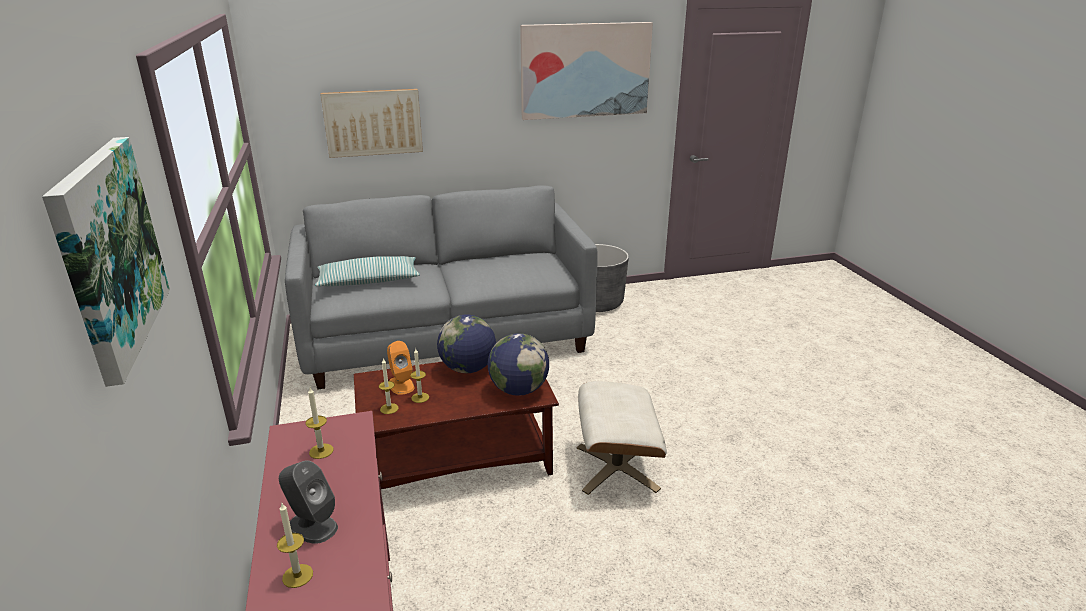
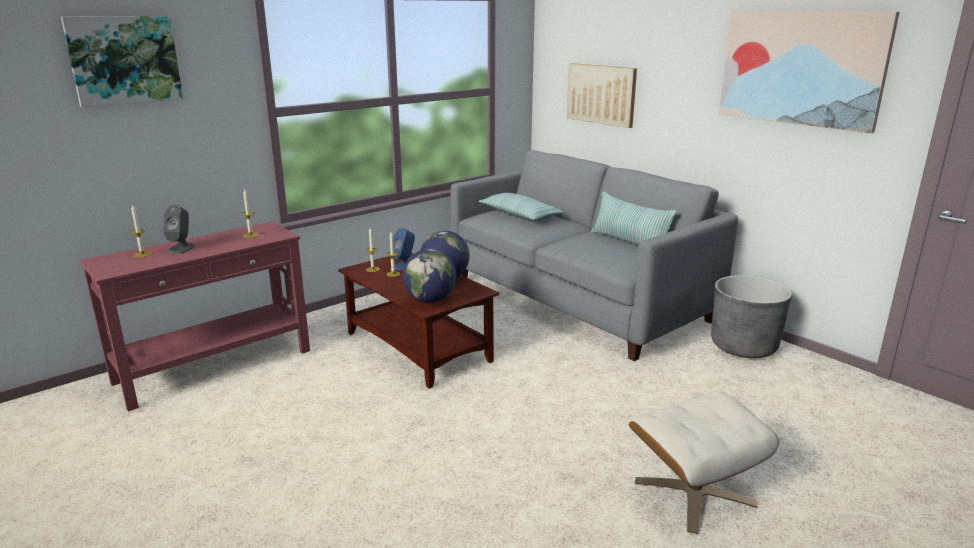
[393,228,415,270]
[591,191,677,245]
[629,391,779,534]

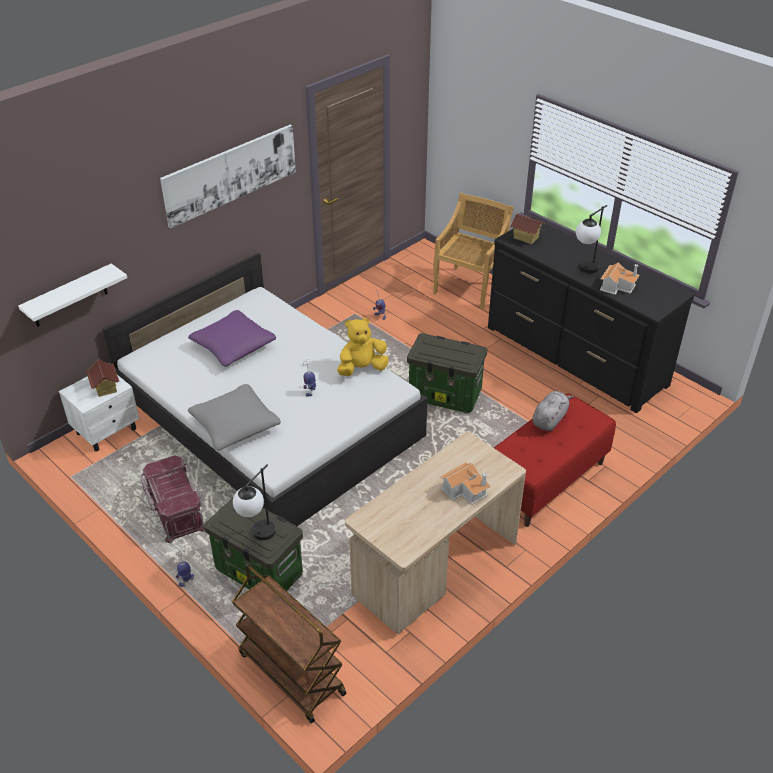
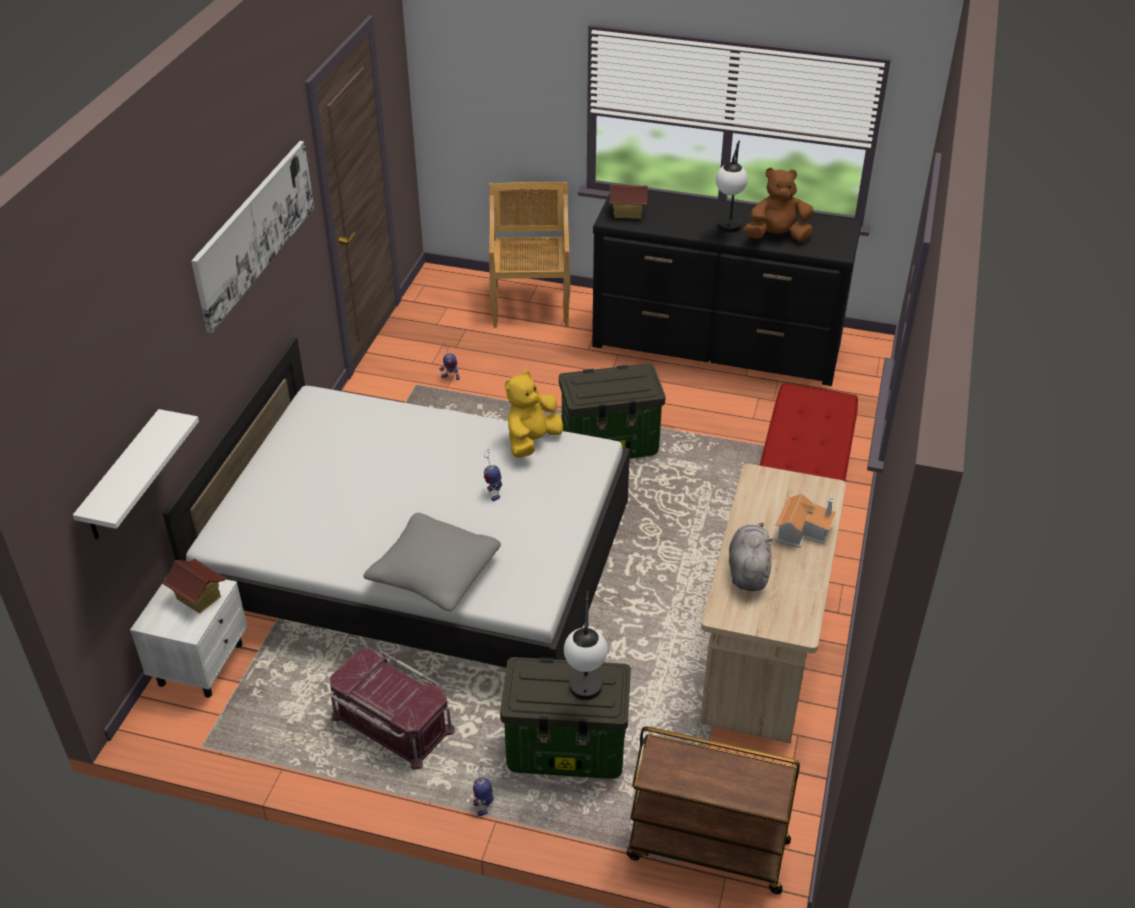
[729,523,773,591]
[744,168,814,242]
[188,310,276,367] (first image)

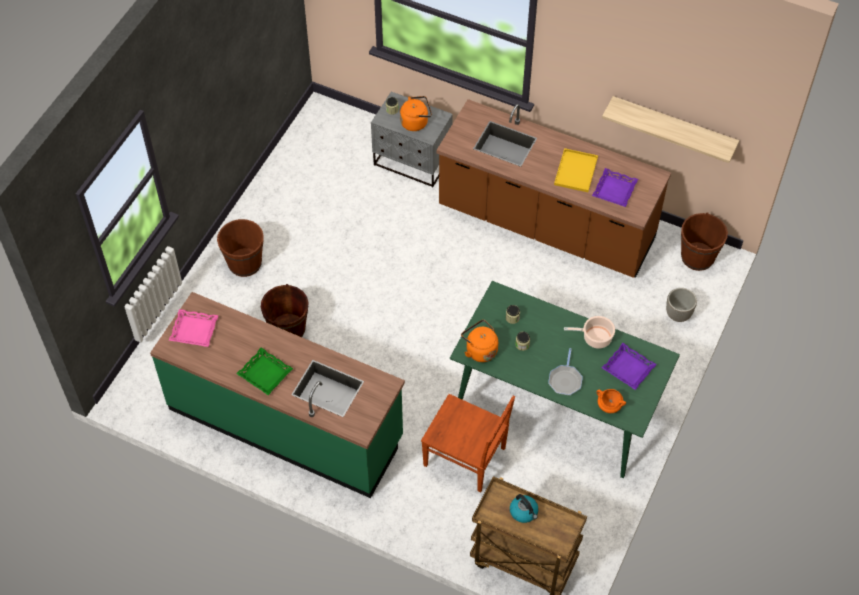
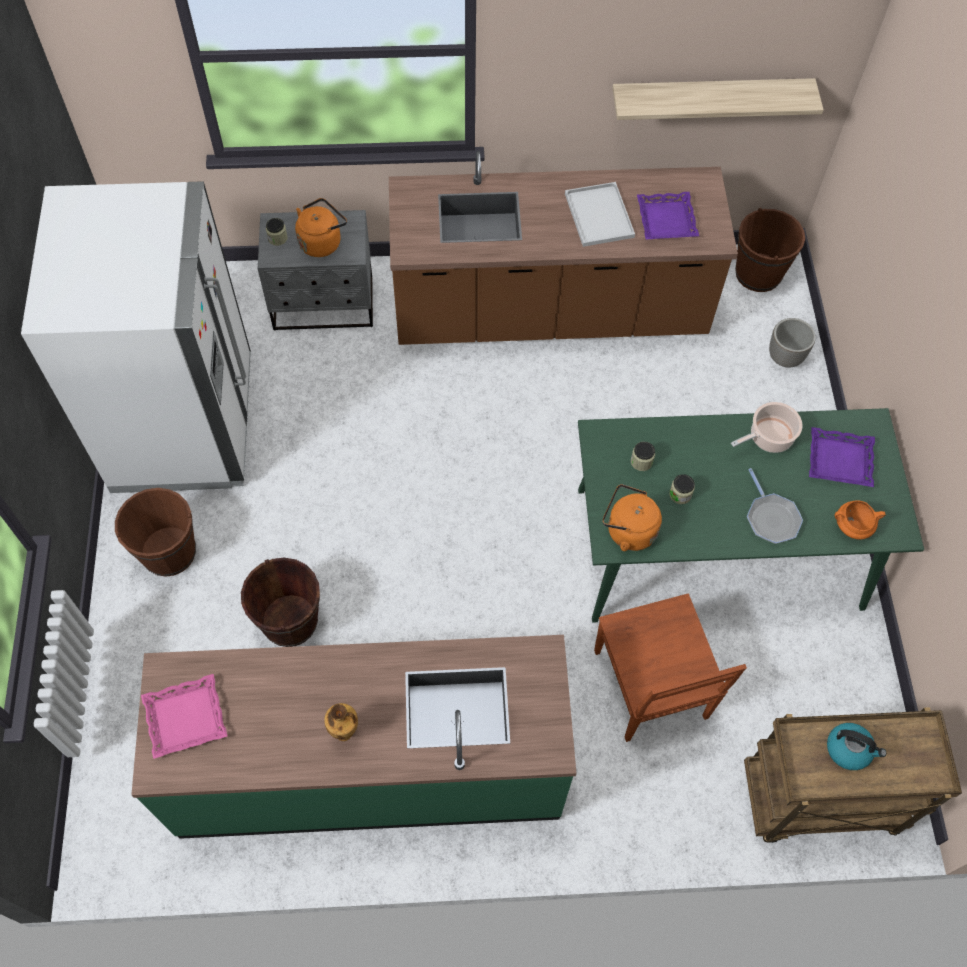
[21,181,251,493]
[324,703,358,741]
[565,182,635,247]
[594,594,747,742]

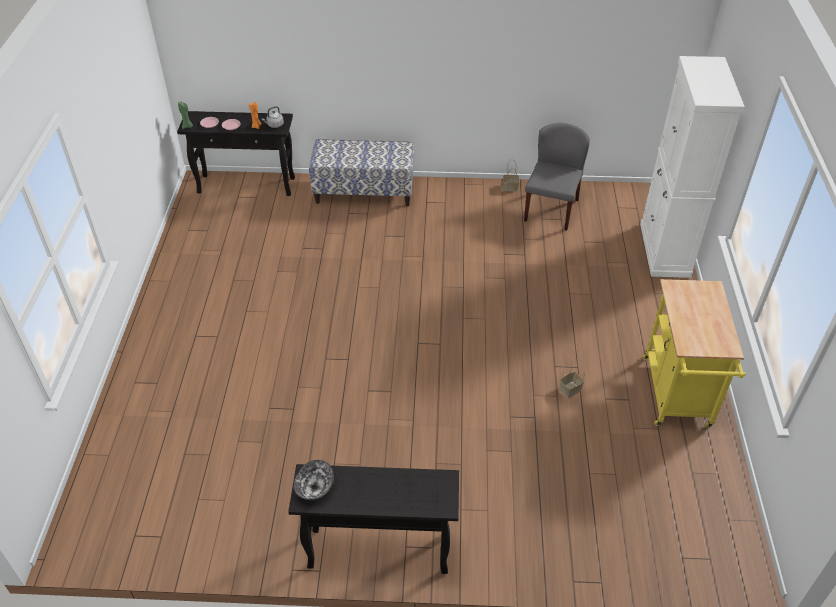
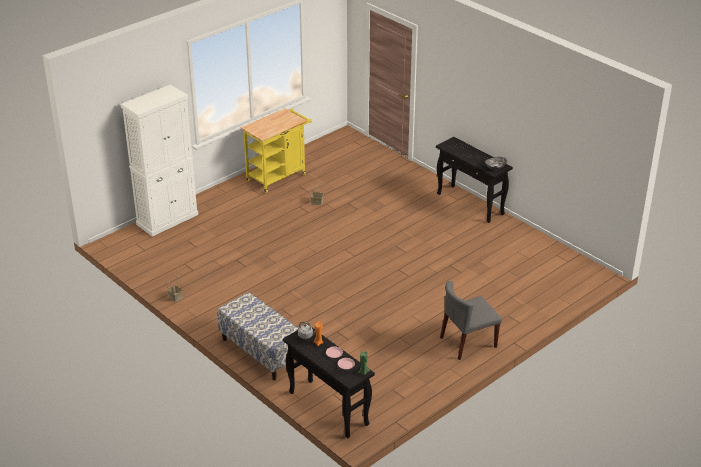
[440,281,502,360]

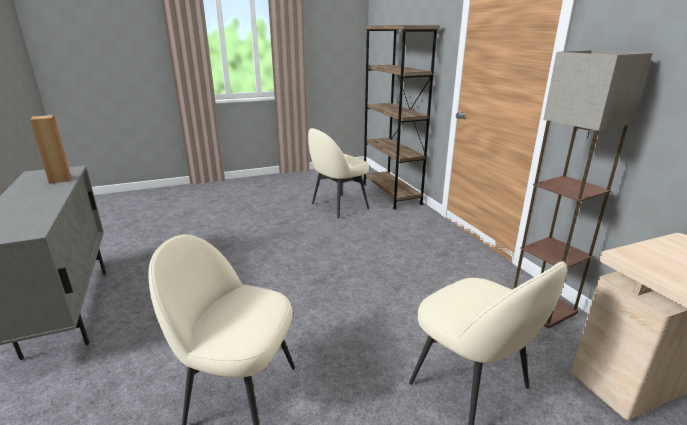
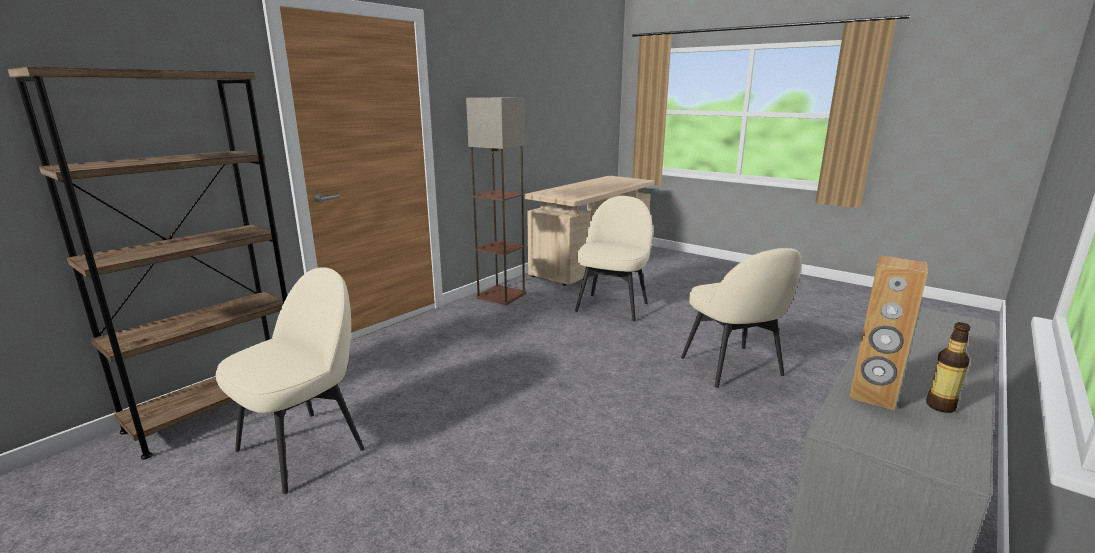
[216,267,364,494]
[926,322,970,413]

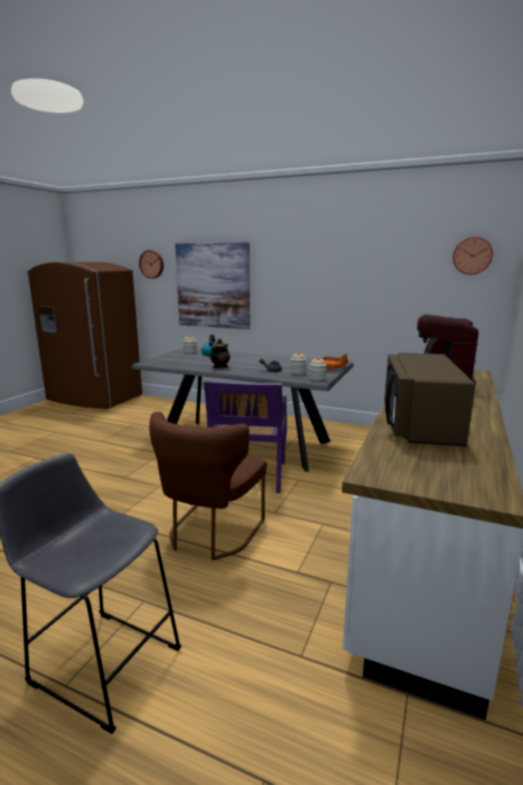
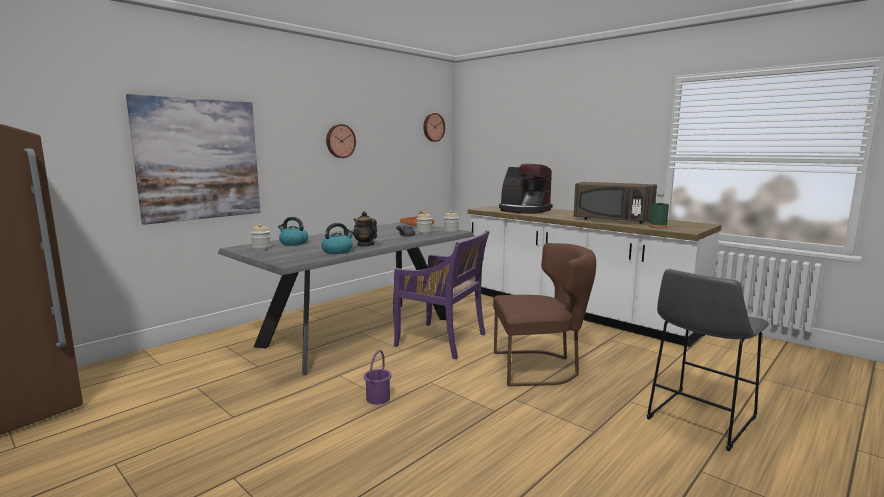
[321,223,354,254]
[326,124,356,158]
[364,350,392,405]
[493,243,596,386]
[649,194,669,229]

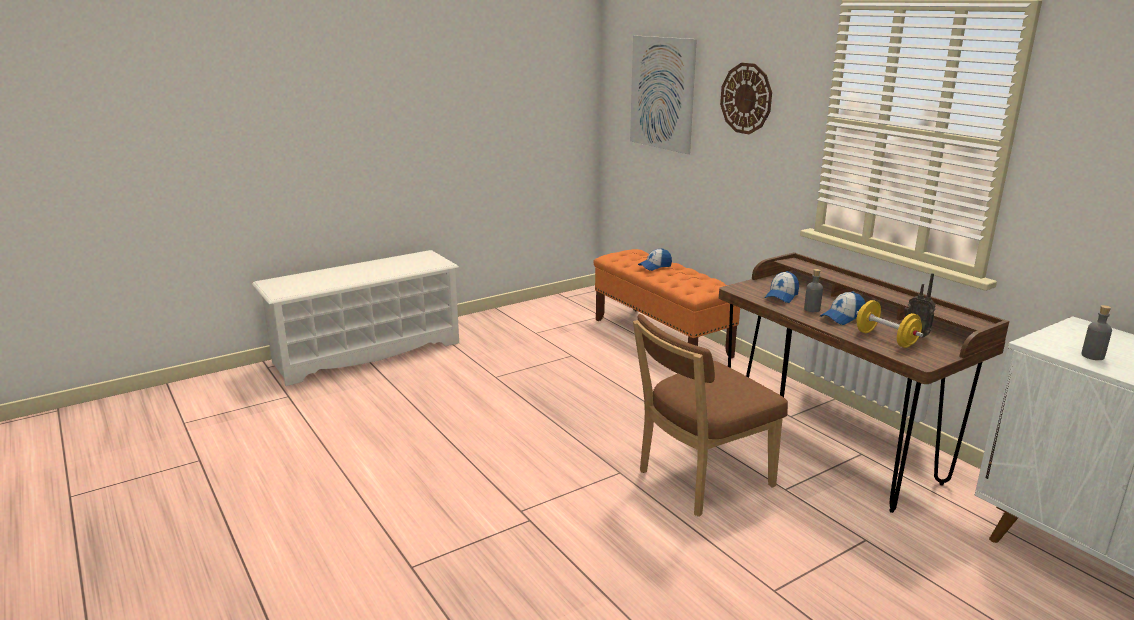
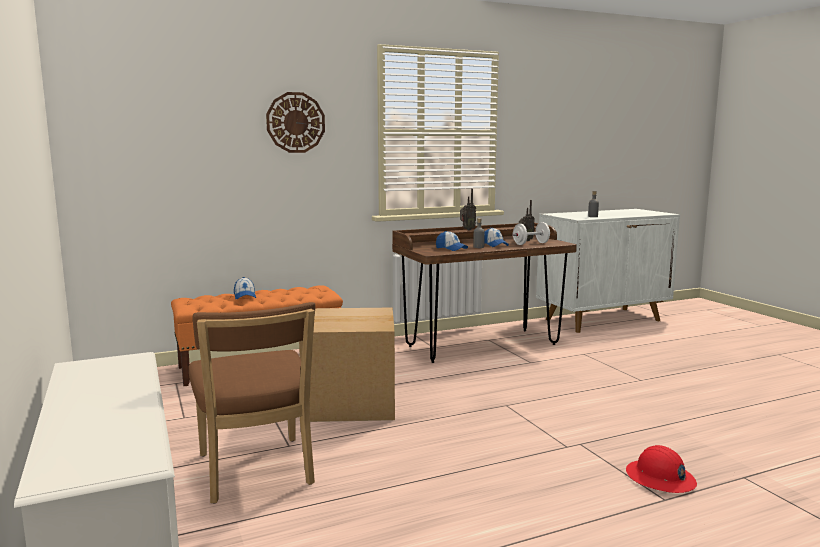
[189,302,316,503]
[299,308,395,422]
[460,189,476,230]
[512,222,550,245]
[626,445,697,493]
[630,36,697,154] (first image)

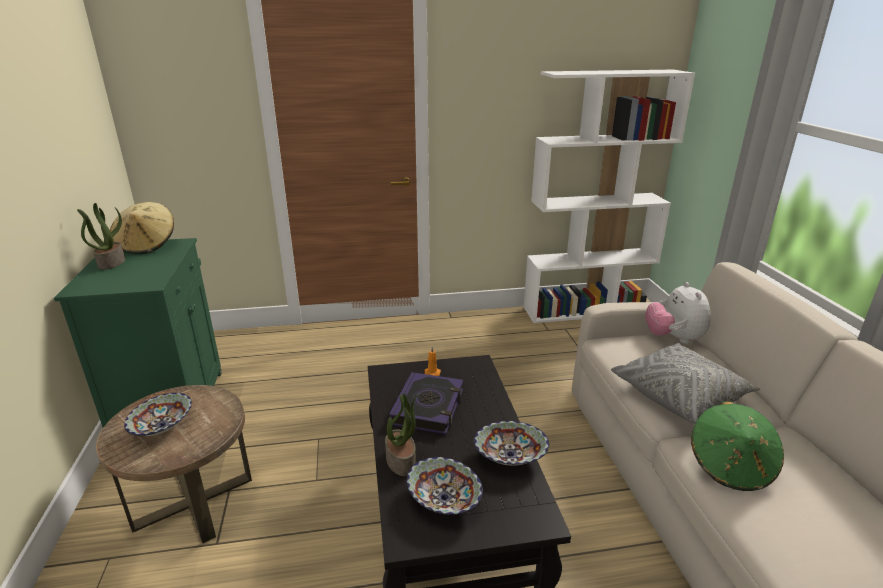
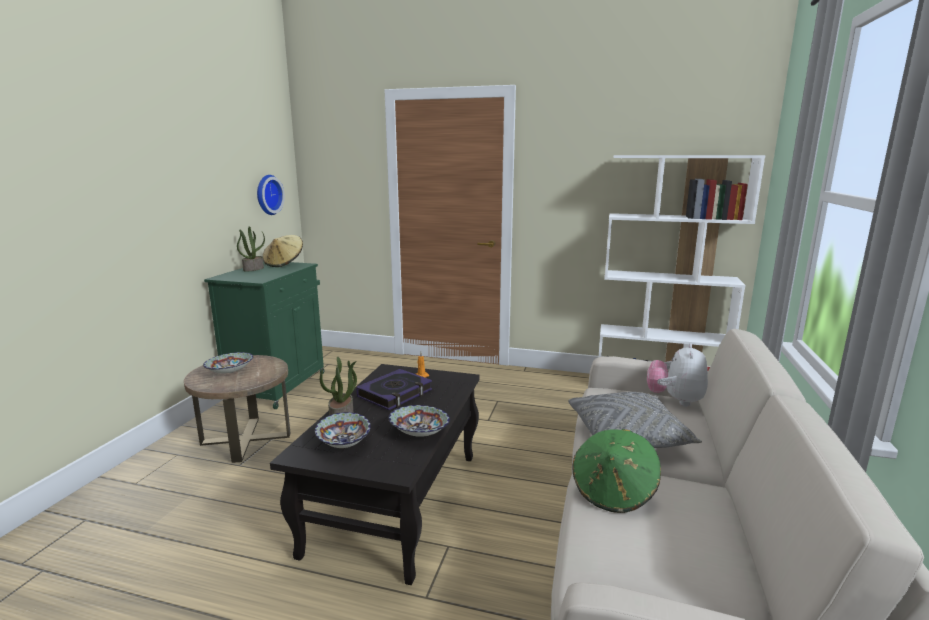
[257,175,285,215]

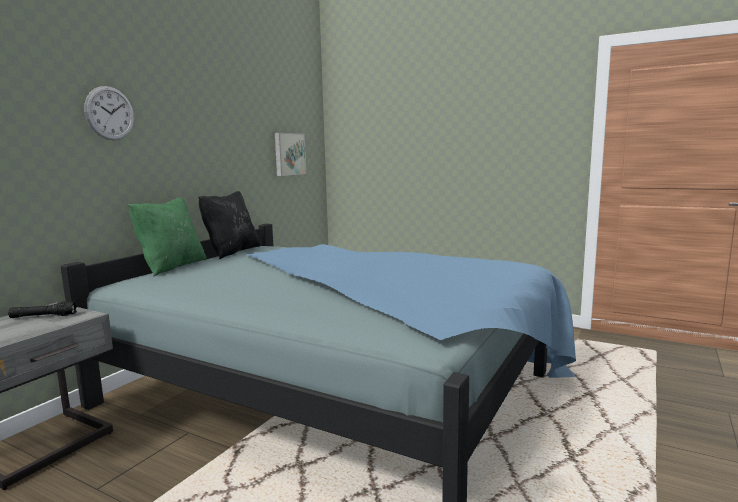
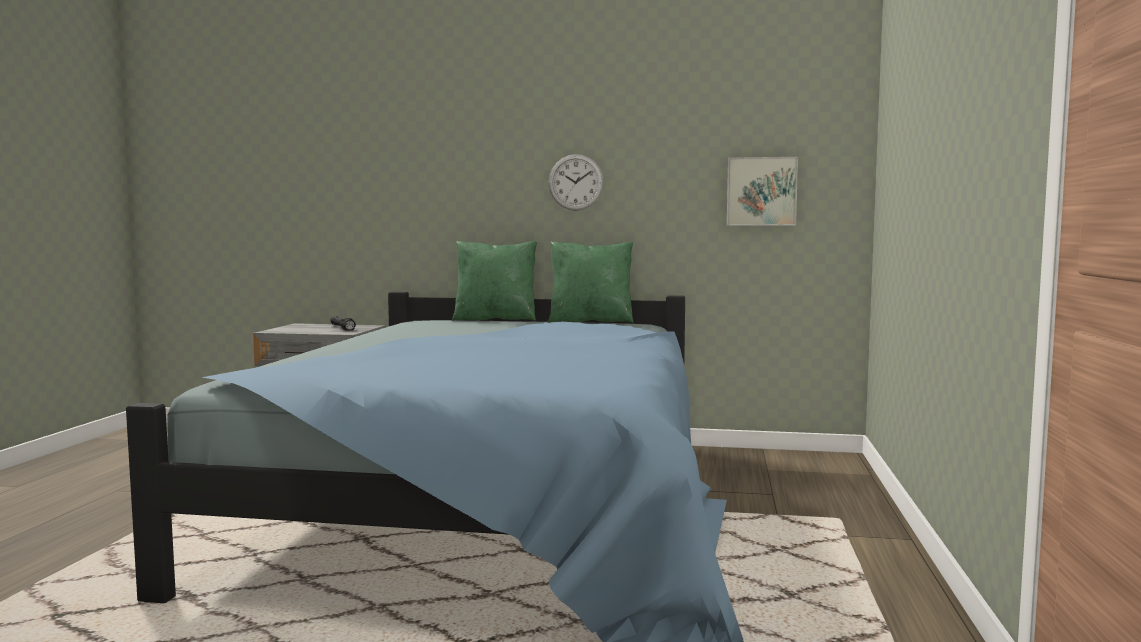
[548,242,634,323]
[549,154,604,211]

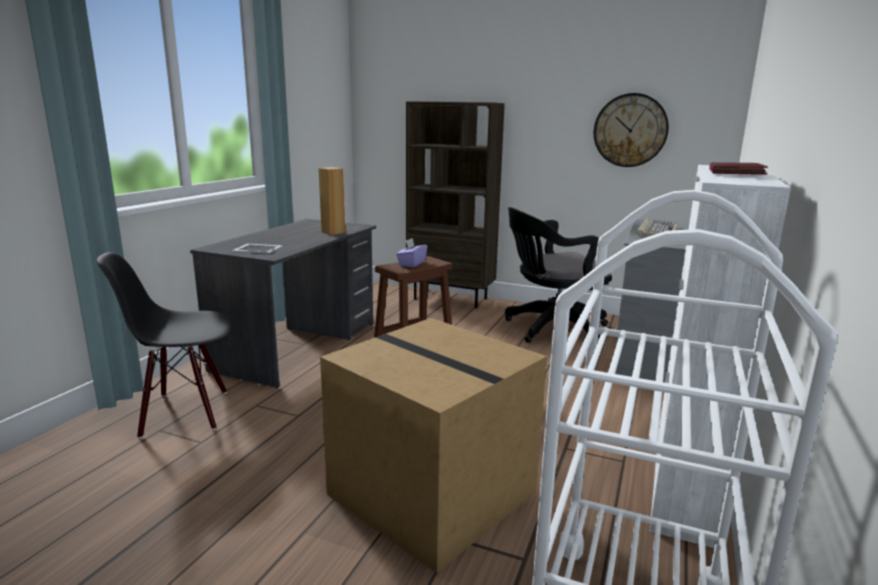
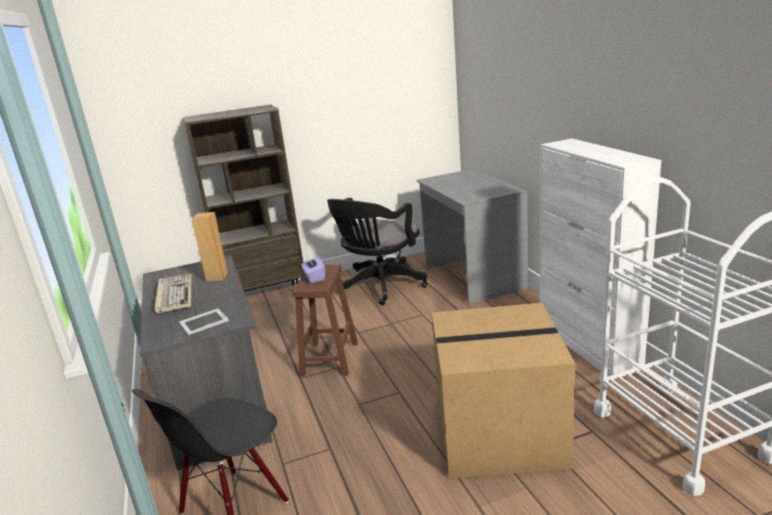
[154,274,192,314]
[594,93,669,167] (first image)
[709,162,768,175] (first image)

